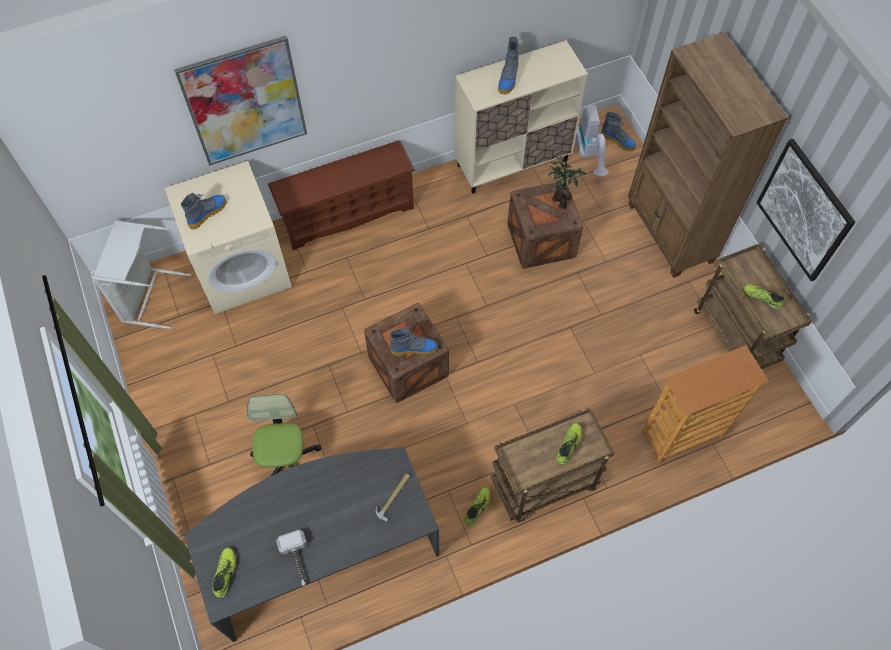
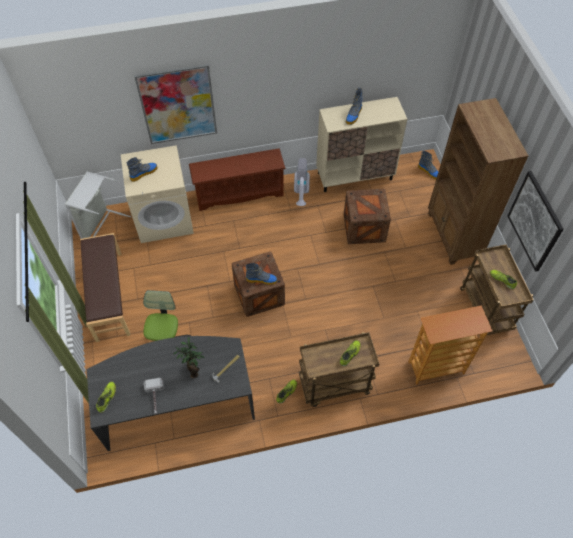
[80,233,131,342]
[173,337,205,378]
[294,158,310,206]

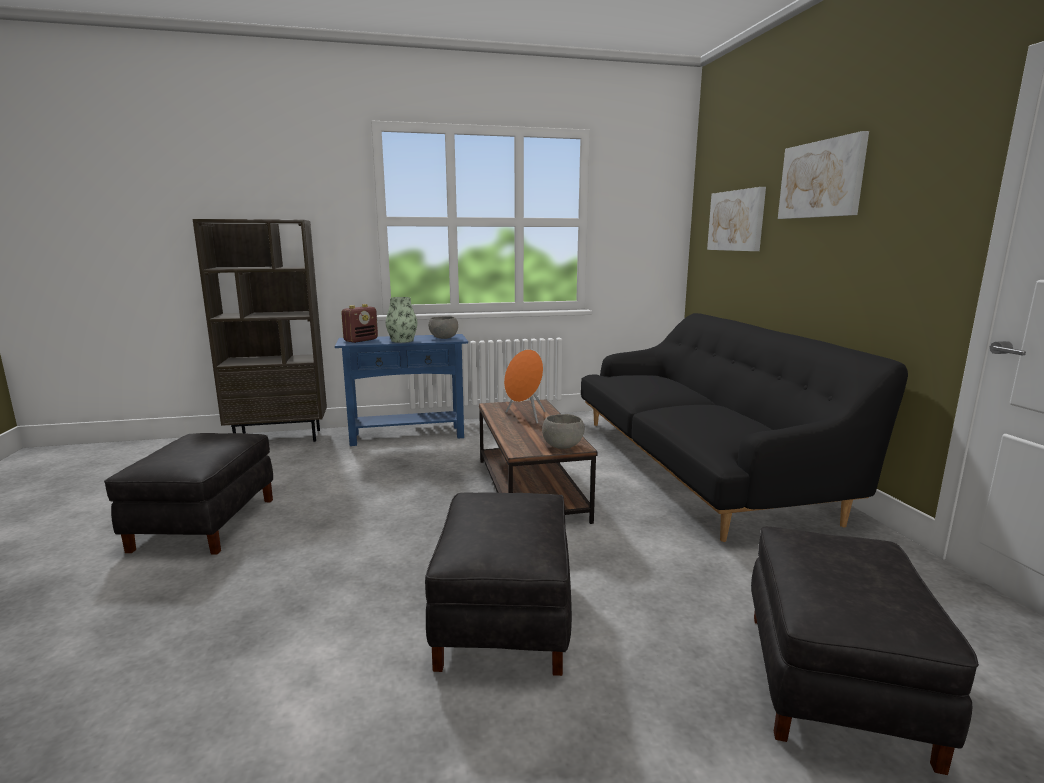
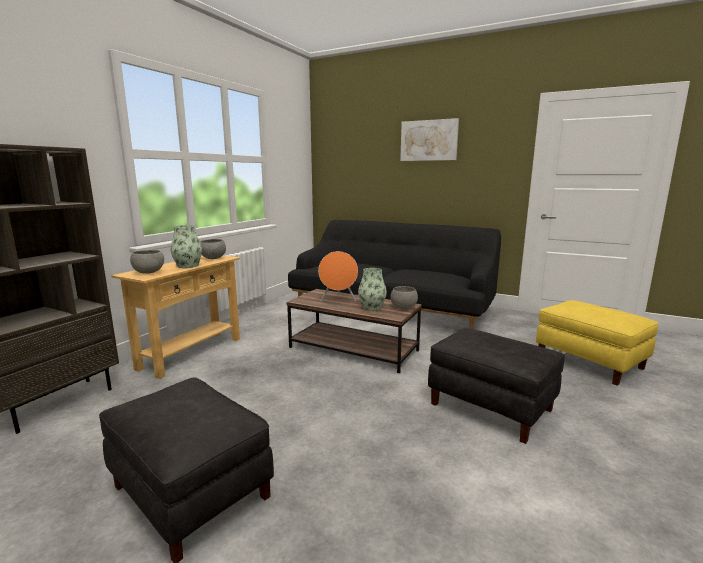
[111,255,240,379]
[130,250,164,274]
[358,268,387,311]
[536,300,658,386]
[707,187,766,251] (first image)

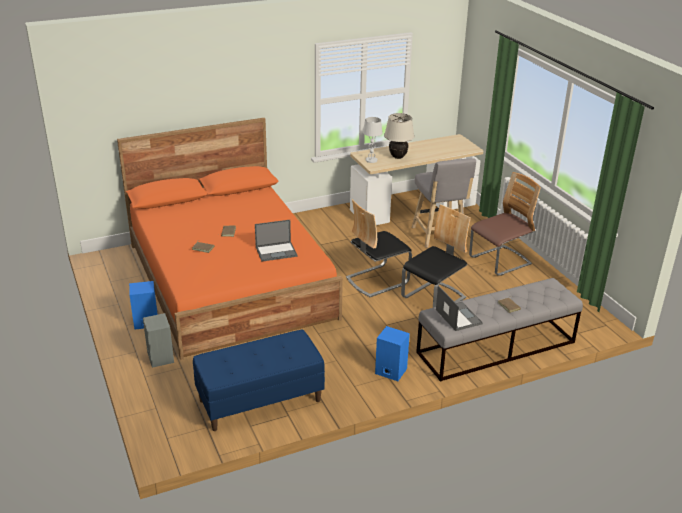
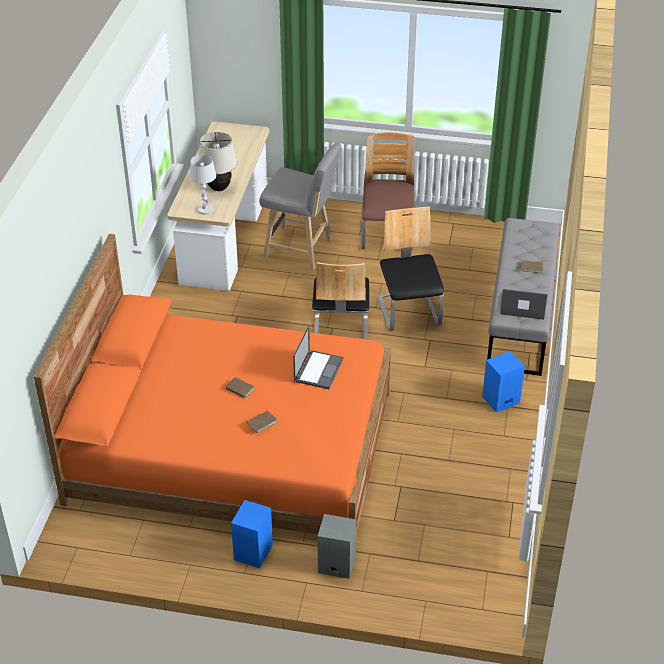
[193,330,325,431] (first image)

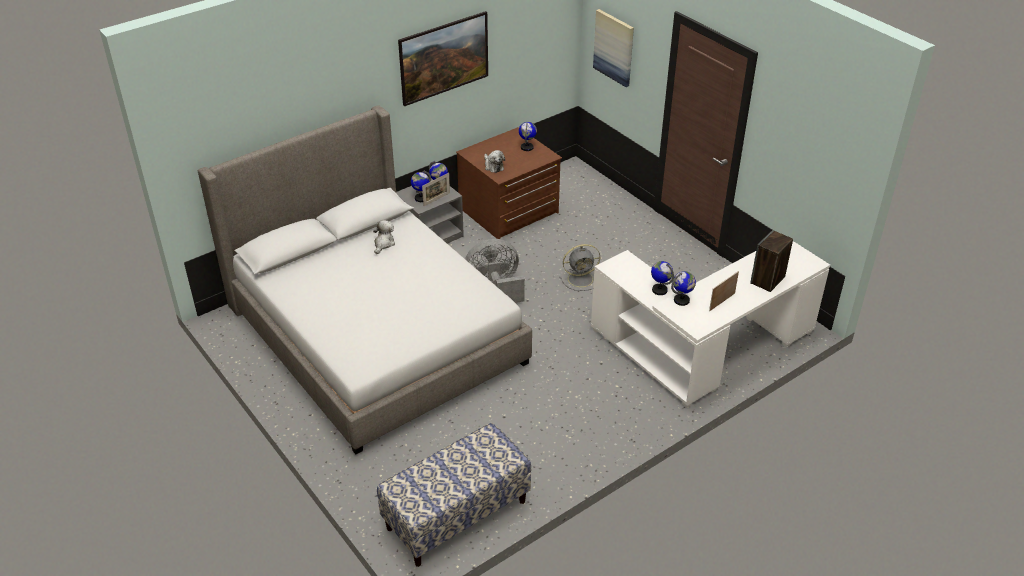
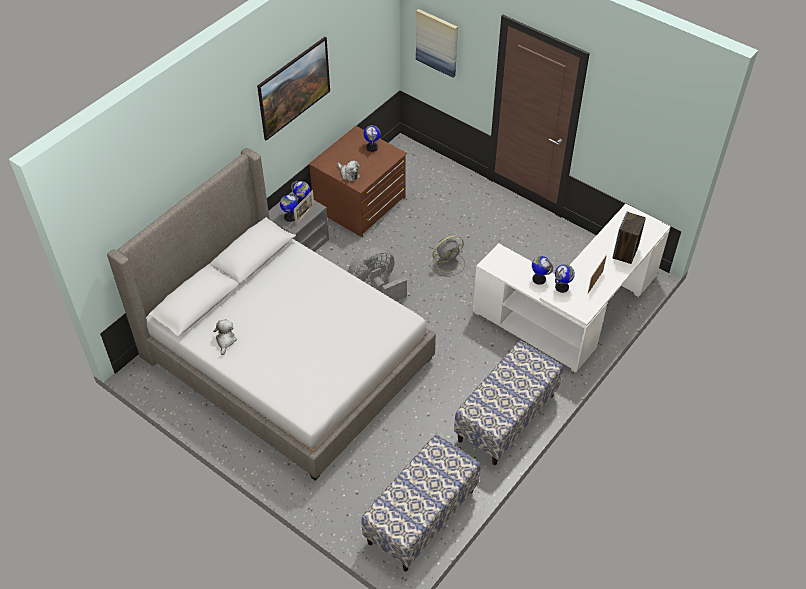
[213,319,237,355]
[454,341,563,465]

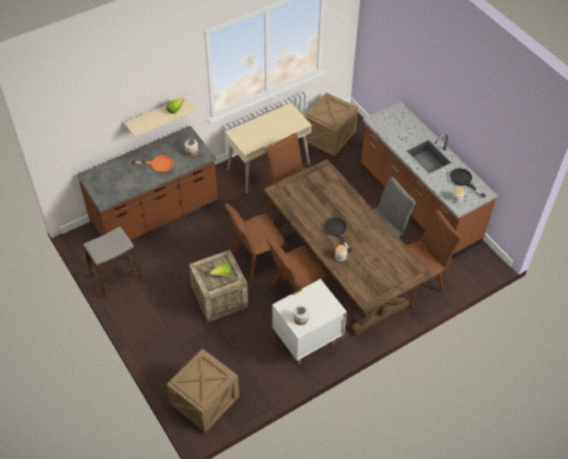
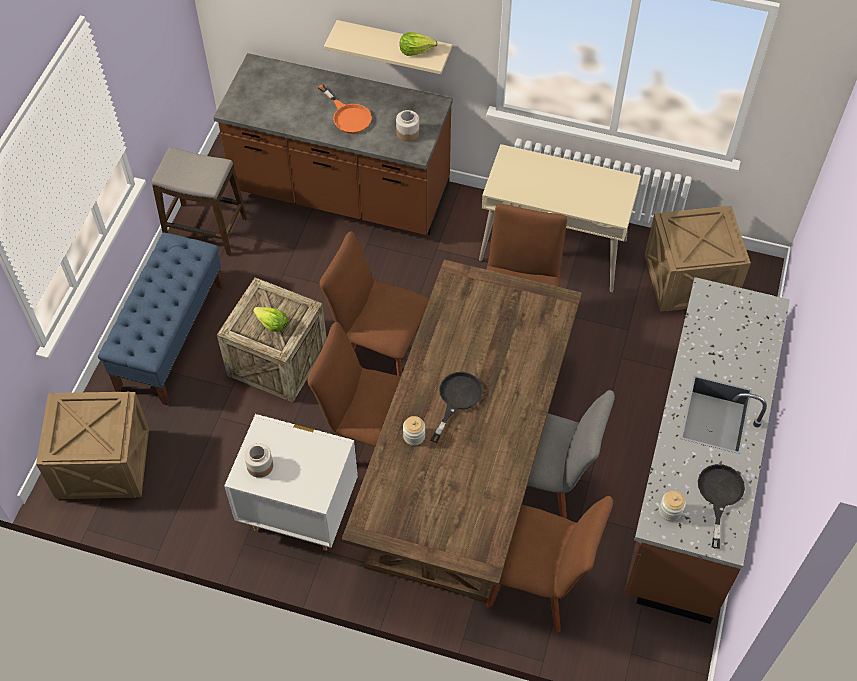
[98,233,224,405]

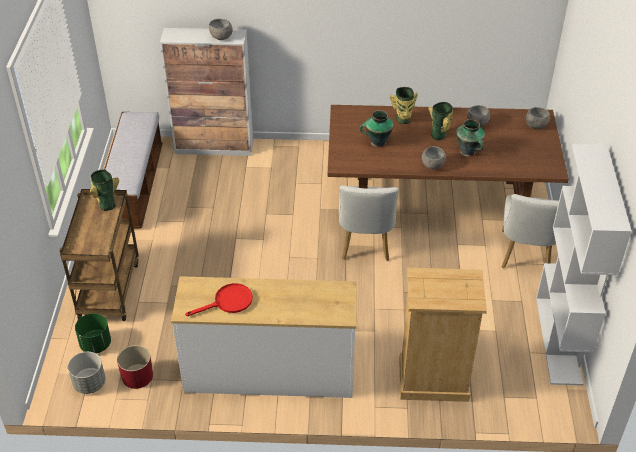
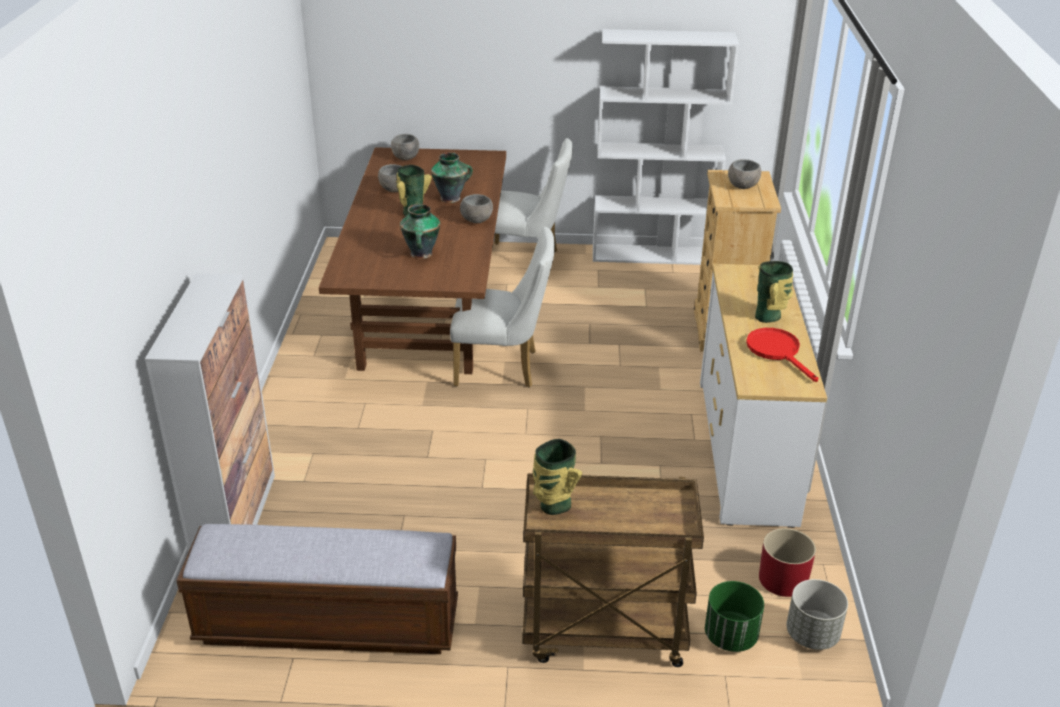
[728,159,761,189]
[755,261,793,323]

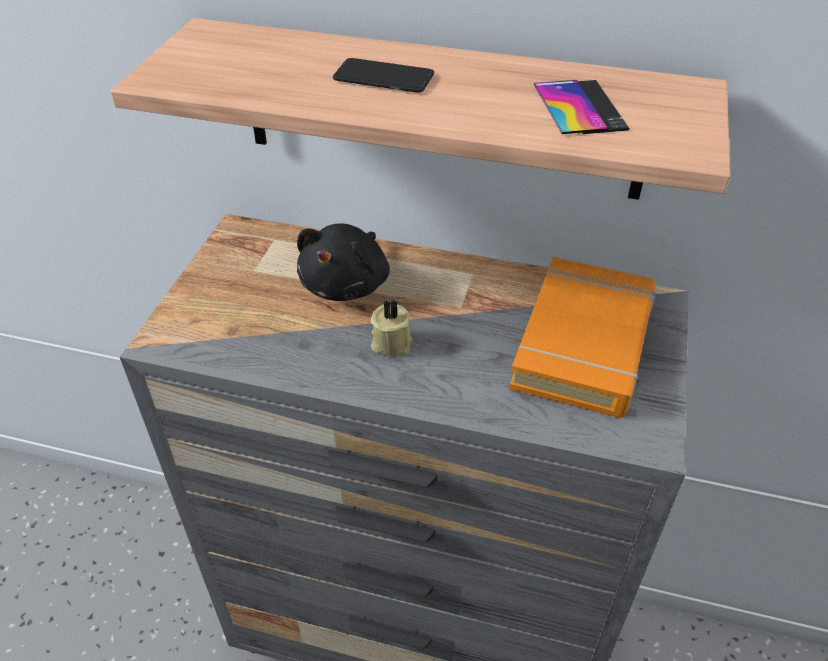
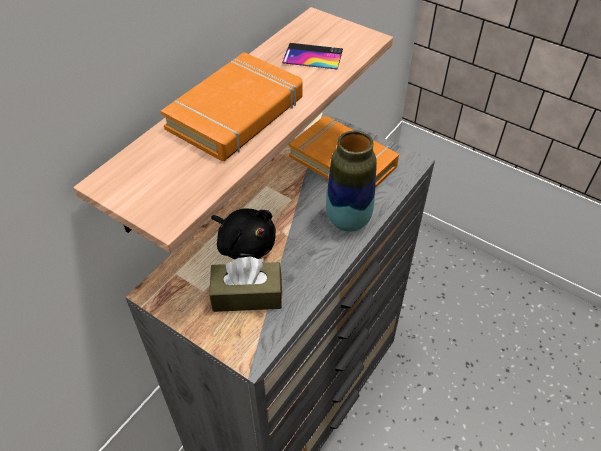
[161,52,302,161]
[209,257,282,312]
[326,130,377,232]
[371,300,412,357] (first image)

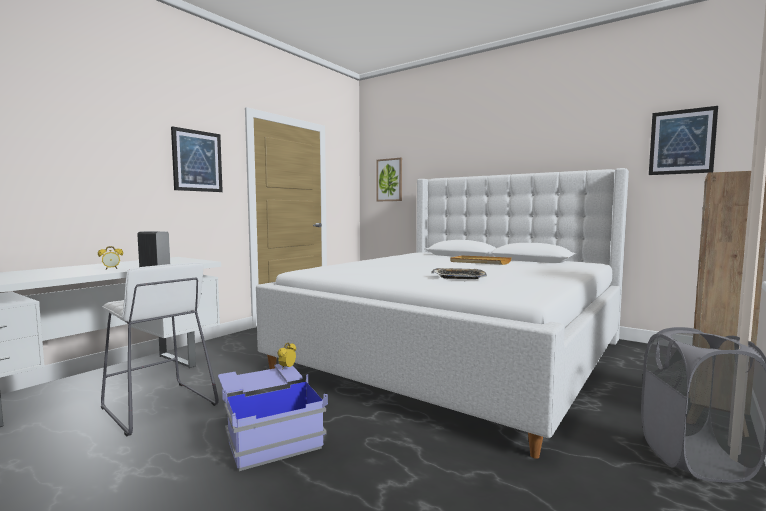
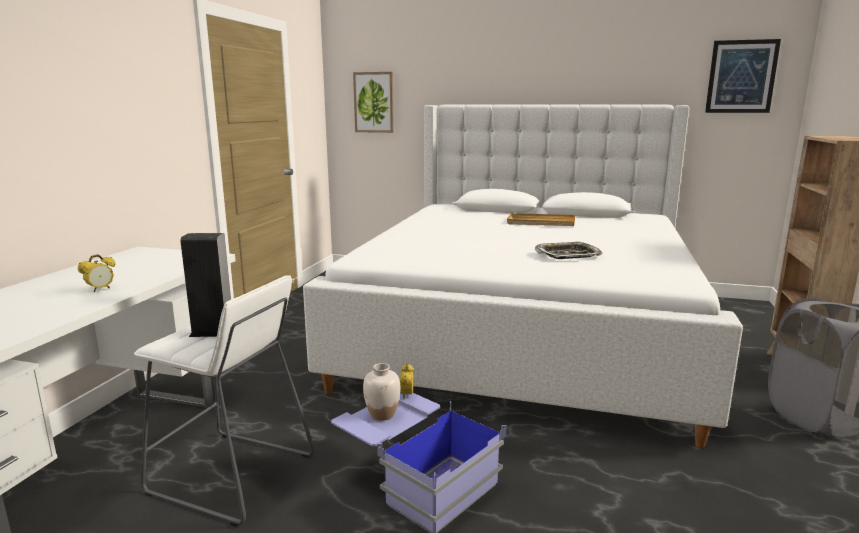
[363,363,400,421]
[171,126,223,192] (first image)

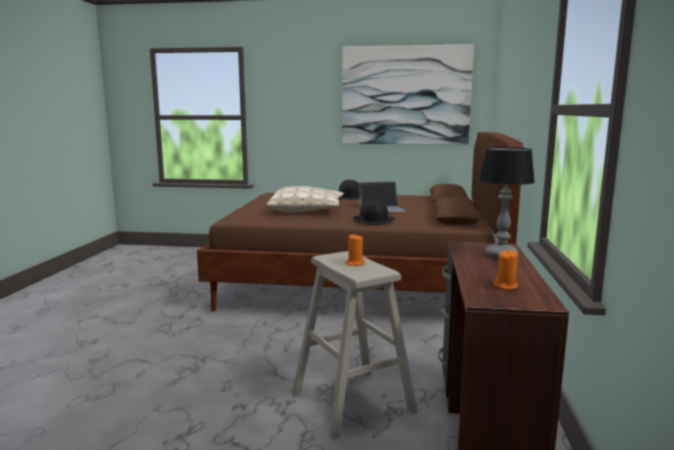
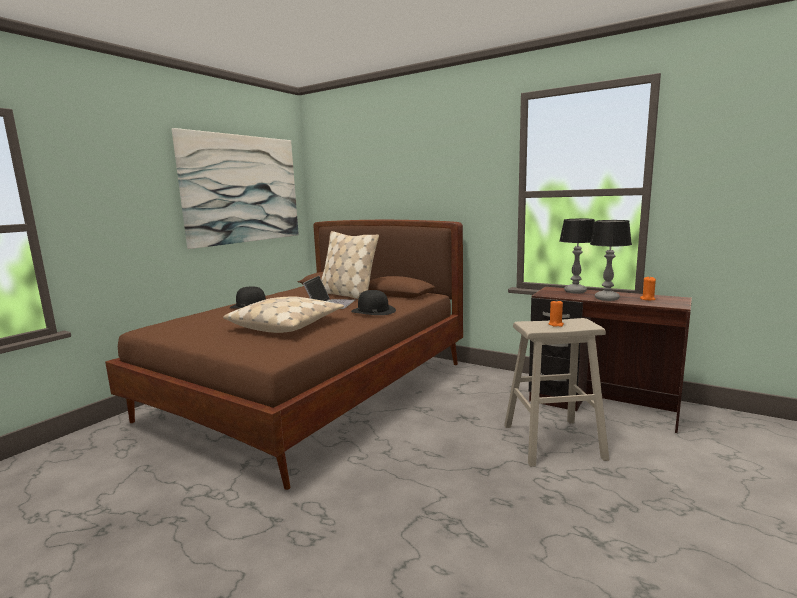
[321,231,379,299]
[590,220,632,301]

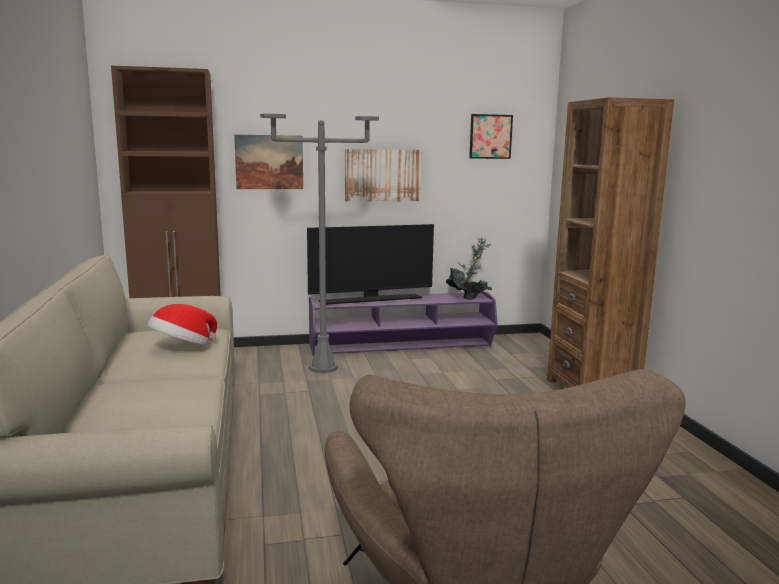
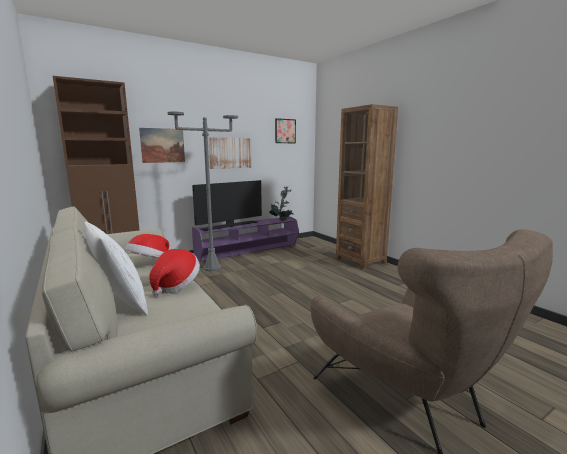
[84,222,148,316]
[149,249,200,296]

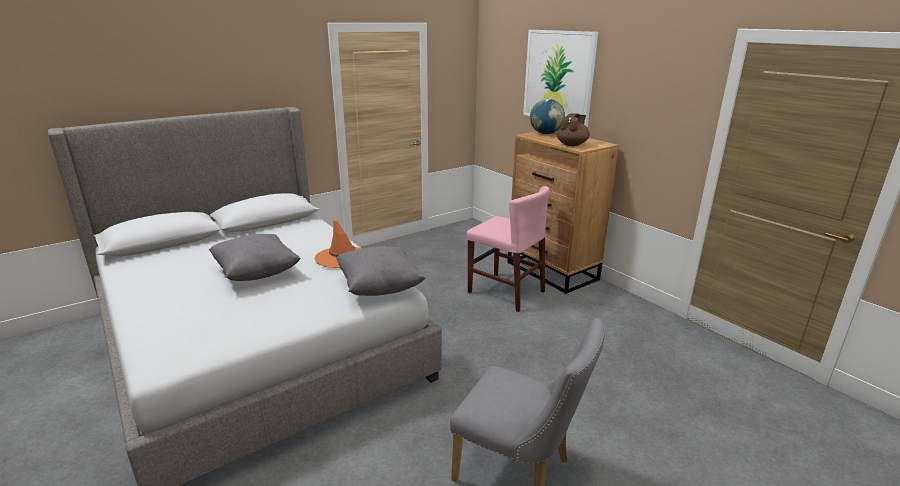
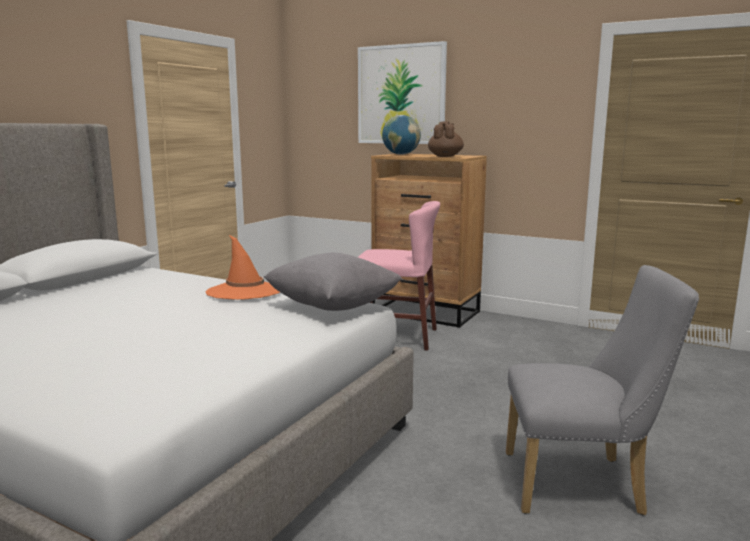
[209,234,301,281] (first image)

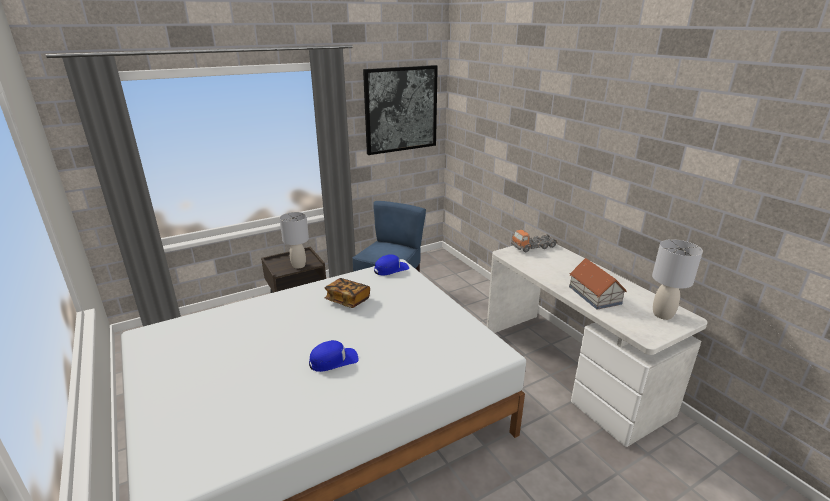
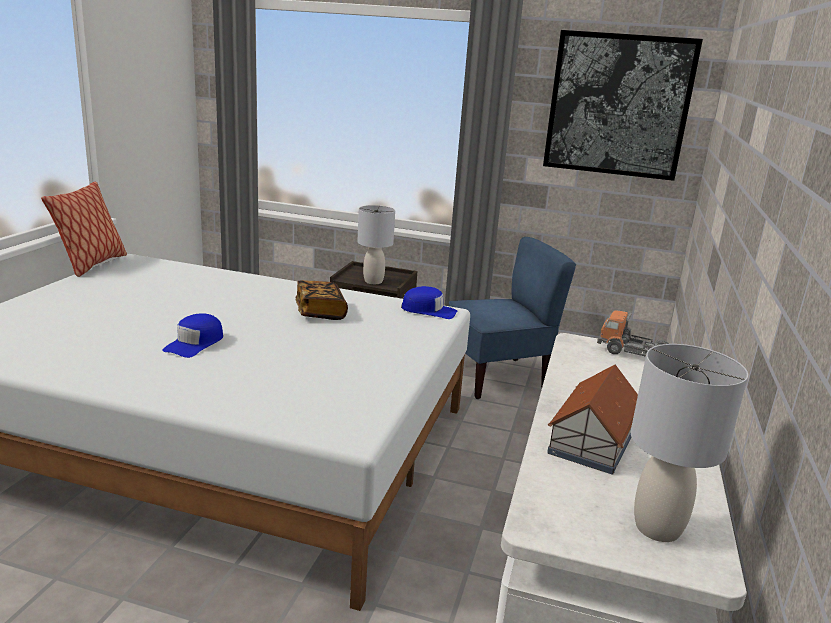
[41,182,127,277]
[162,313,223,358]

